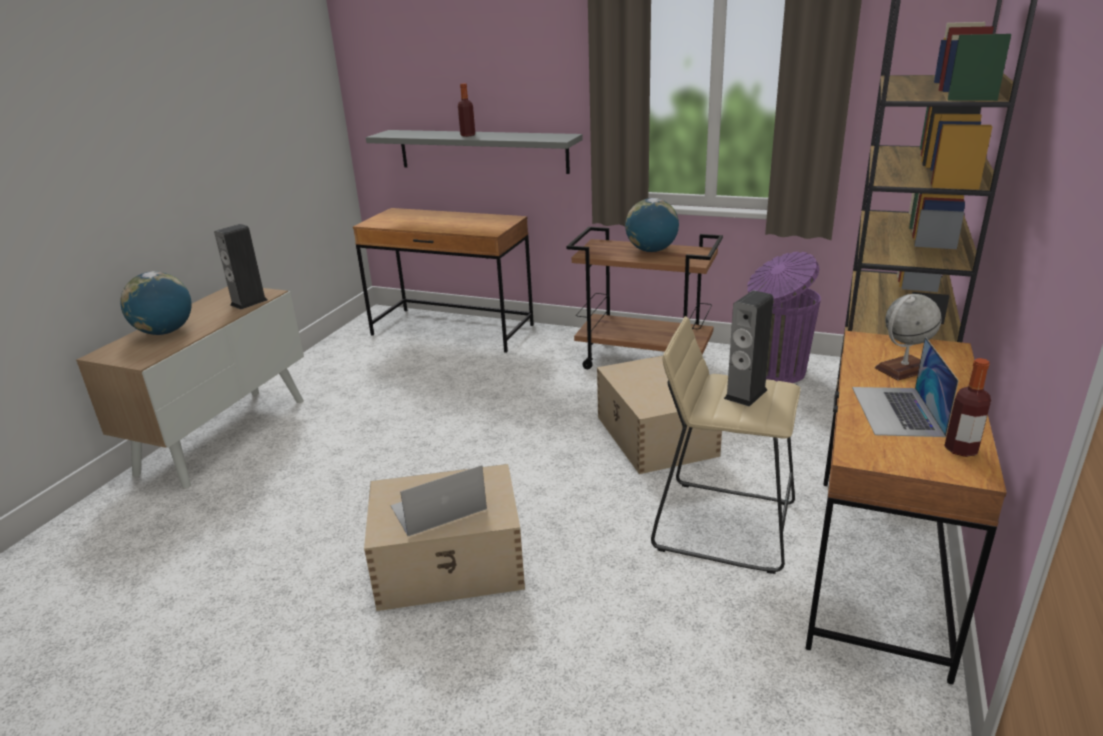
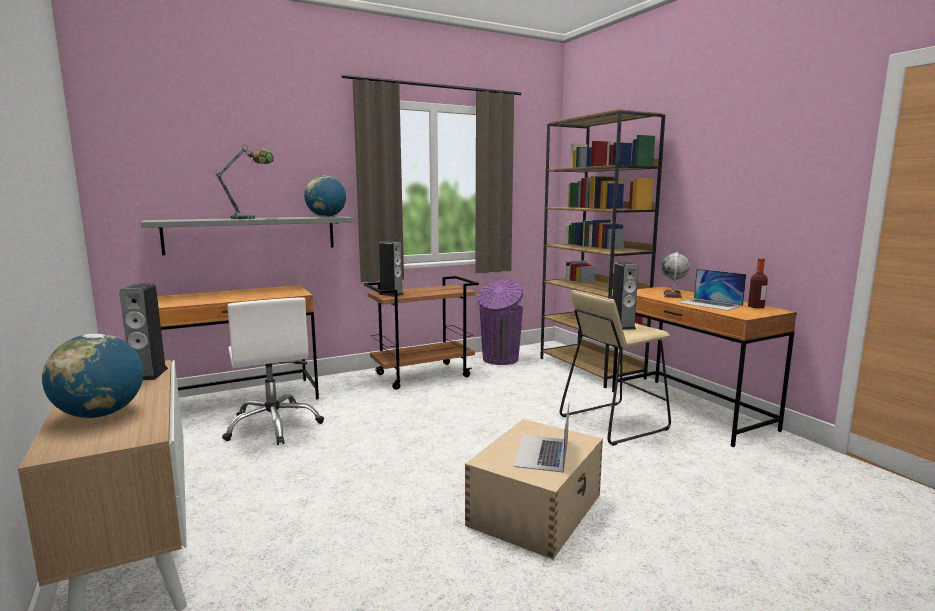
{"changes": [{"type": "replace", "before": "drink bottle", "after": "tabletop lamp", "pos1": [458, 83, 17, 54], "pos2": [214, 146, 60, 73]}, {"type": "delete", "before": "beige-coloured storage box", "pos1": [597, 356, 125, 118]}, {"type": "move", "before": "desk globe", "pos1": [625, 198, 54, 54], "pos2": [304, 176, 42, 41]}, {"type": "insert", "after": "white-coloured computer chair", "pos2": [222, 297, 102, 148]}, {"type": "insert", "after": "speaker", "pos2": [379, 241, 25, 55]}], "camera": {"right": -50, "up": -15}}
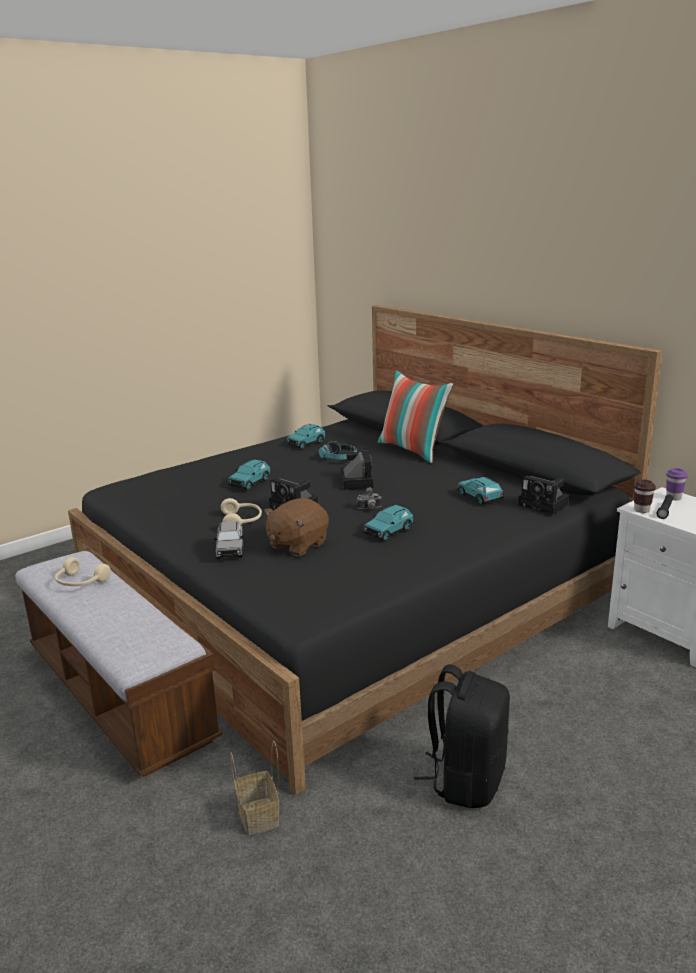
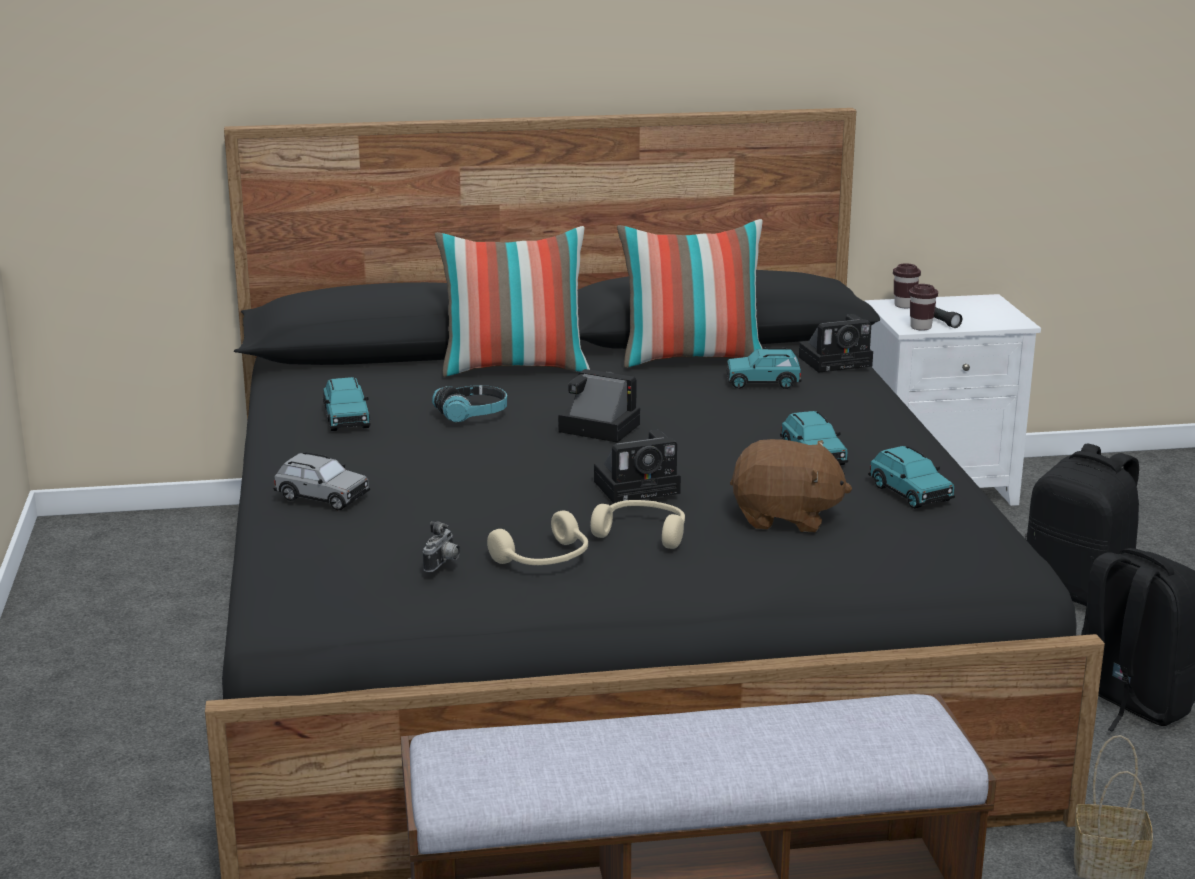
{"changes": [{"type": "move", "before": "beige-coloured headphones", "pos1": [55, 557, 56, 29], "pos2": [487, 511, 101, 54]}, {"type": "move", "before": "grey miniature car", "pos1": [214, 521, 30, 38], "pos2": [273, 452, 97, 59]}, {"type": "move", "before": "turquoise miniature car", "pos1": [228, 459, 44, 31], "pos2": [868, 446, 87, 63]}, {"type": "rotate", "before": "brown cuddly toy", "pos1": [264, 498, 65, 58], "pos2": [730, 439, 122, 93], "turn": -60}, {"type": "move", "before": "photo camera", "pos1": [357, 487, 25, 22], "pos2": [423, 521, 37, 51]}, {"type": "recolor", "before": "purplish small cup", "after": "brown small cup", "pos1": [666, 468, 22, 32], "pos2": [893, 263, 28, 45]}, {"type": "insert", "after": "pillow", "pos2": [617, 219, 146, 149]}, {"type": "insert", "after": "black-coloured knapsack", "pos2": [1025, 443, 114, 163]}], "camera": {"right": -60, "up": 0}}
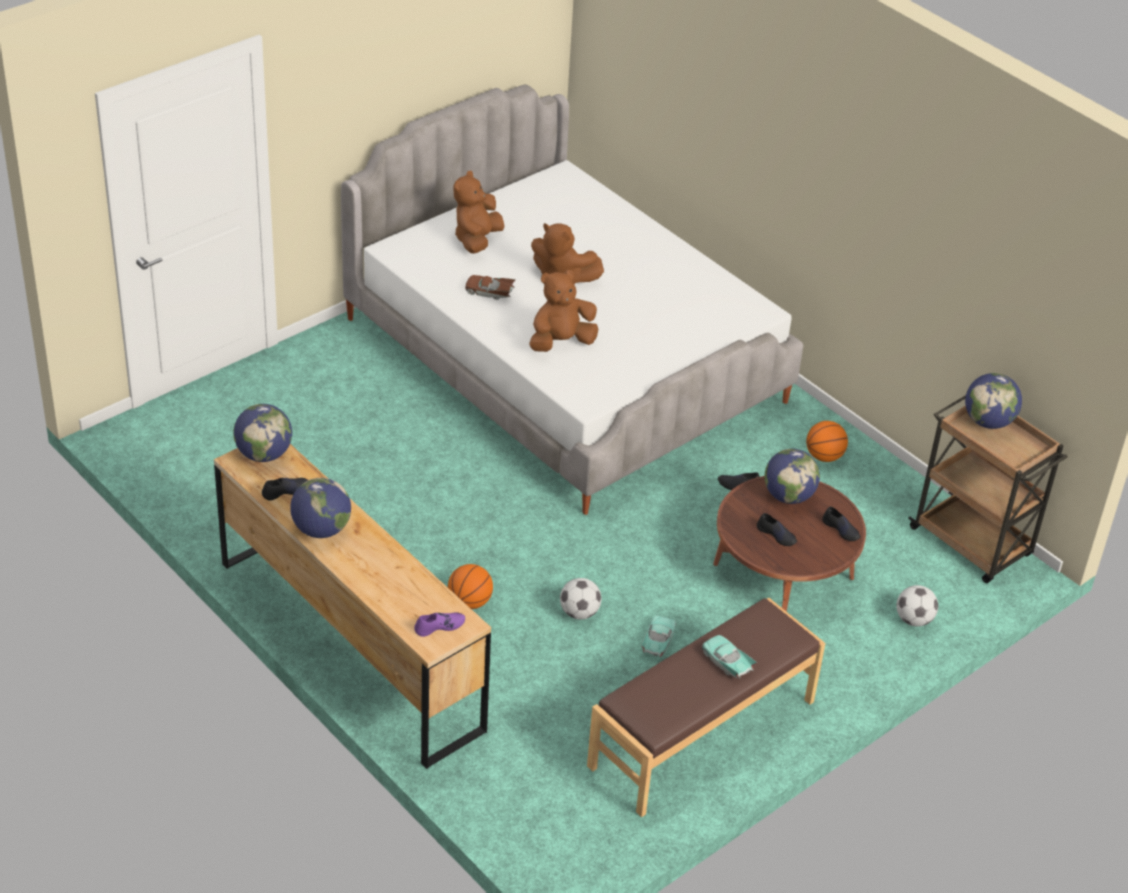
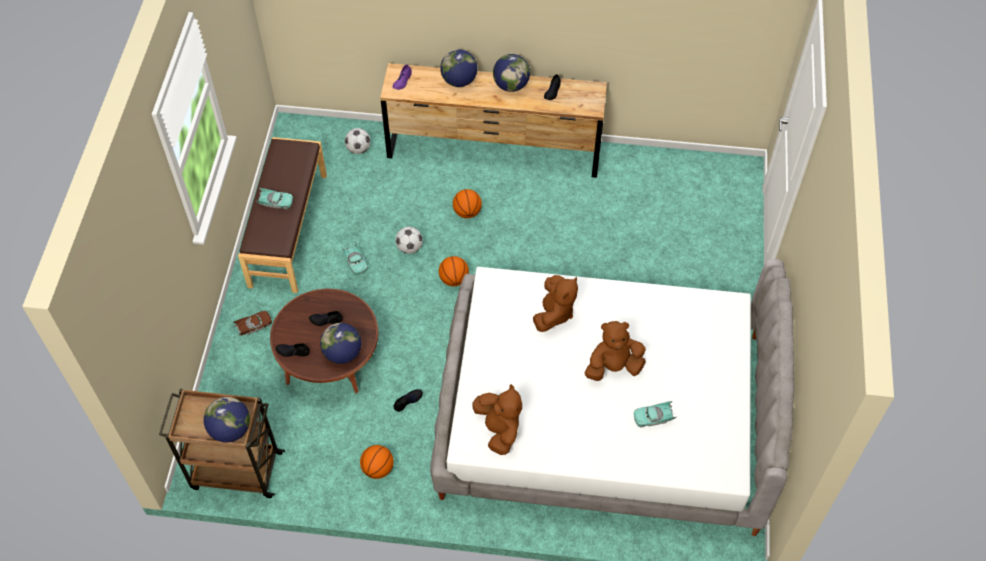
{"changes": [{"type": "move", "before": "desk globe", "pos1": [234, 404, 58, 58], "pos2": [440, 49, 37, 38]}, {"type": "move", "before": "brown cuddly toy", "pos1": [453, 171, 51, 83], "pos2": [473, 384, 49, 71]}, {"type": "move", "before": "brown miniature car", "pos1": [465, 275, 51, 25], "pos2": [234, 311, 38, 25]}, {"type": "move", "before": "football ball", "pos1": [896, 585, 42, 41], "pos2": [345, 128, 26, 26]}, {"type": "insert", "after": "basketball ball", "pos2": [439, 256, 30, 30]}, {"type": "insert", "after": "turquoise miniature car", "pos2": [633, 401, 43, 27]}], "camera": {"right": 140, "up": 15}}
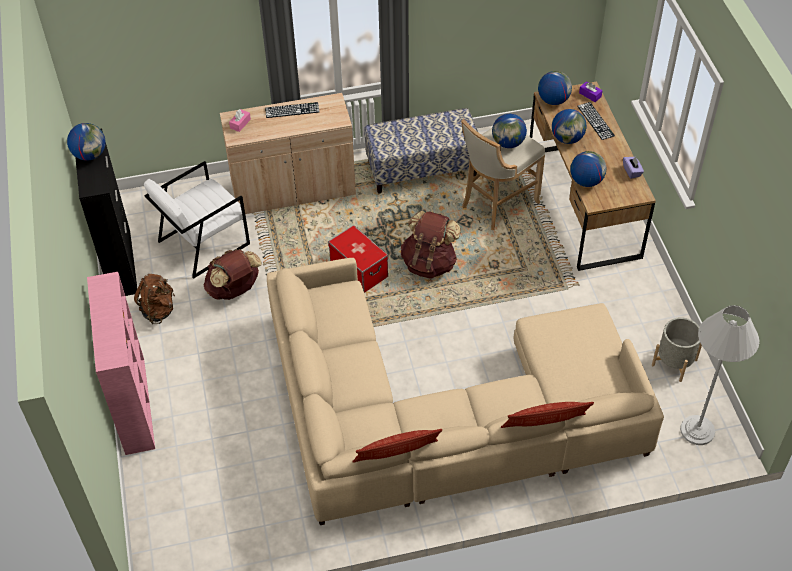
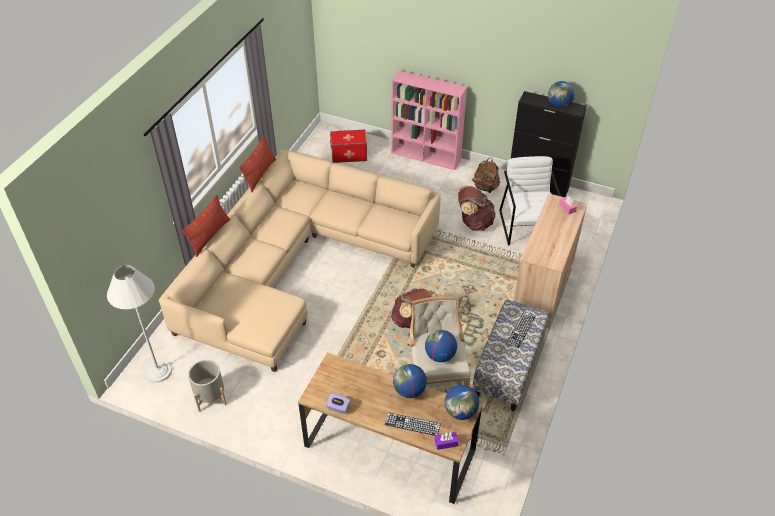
{"changes": [{"type": "move", "before": "PC keyboard", "pos1": [265, 102, 55, 16], "pos2": [506, 311, 29, 37]}, {"type": "move", "before": "storage box", "pos1": [328, 225, 60, 68], "pos2": [330, 130, 37, 33]}, {"type": "delete", "before": "desk globe", "pos1": [570, 151, 36, 36]}], "camera": {"right": 125, "up": -5}}
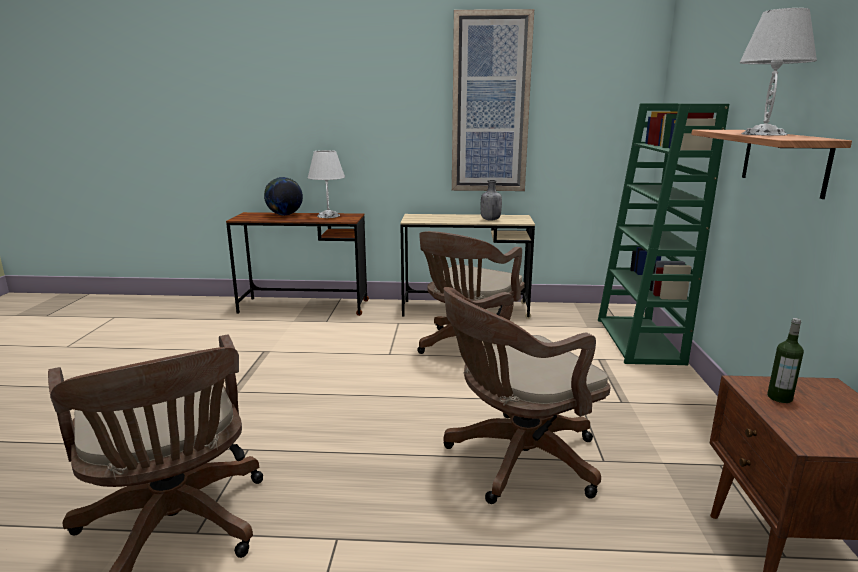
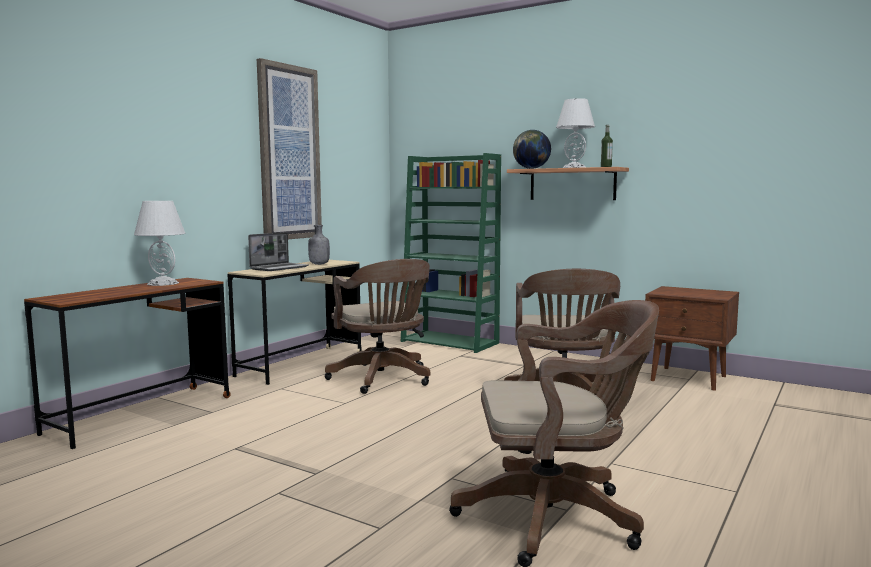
{"changes": [{"type": "move", "before": "desk globe", "pos1": [264, 177, 39, 38], "pos2": [513, 130, 38, 39]}, {"type": "move", "before": "drink bottle", "pos1": [767, 318, 37, 85], "pos2": [601, 125, 12, 42]}, {"type": "insert", "after": "laptop", "pos2": [248, 232, 61, 39]}], "camera": {"right": -60, "up": -10}}
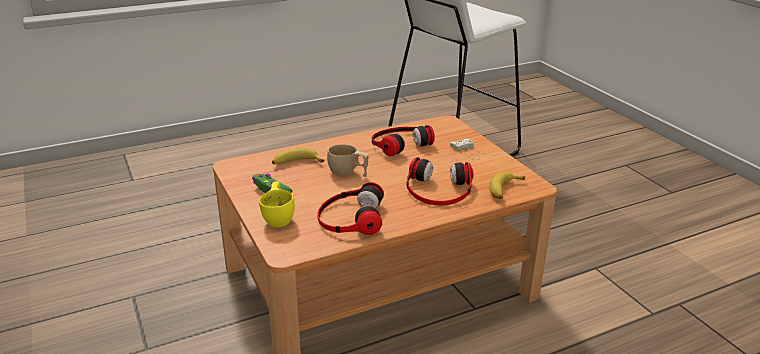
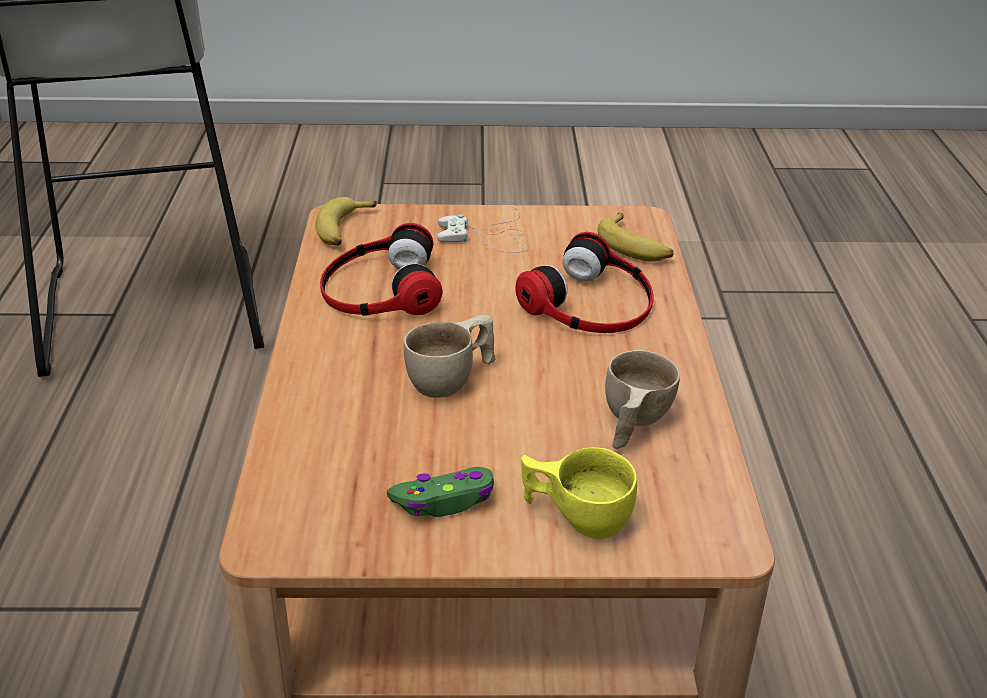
{"changes": [{"type": "move", "before": "banana", "pos1": [272, 148, 52, 16], "pos2": [315, 197, 62, 49]}, {"type": "replace", "before": "headphones", "after": "beige-coloured small cup", "pos1": [317, 182, 67, 53], "pos2": [605, 350, 75, 99]}], "camera": {"right": -65, "up": 5}}
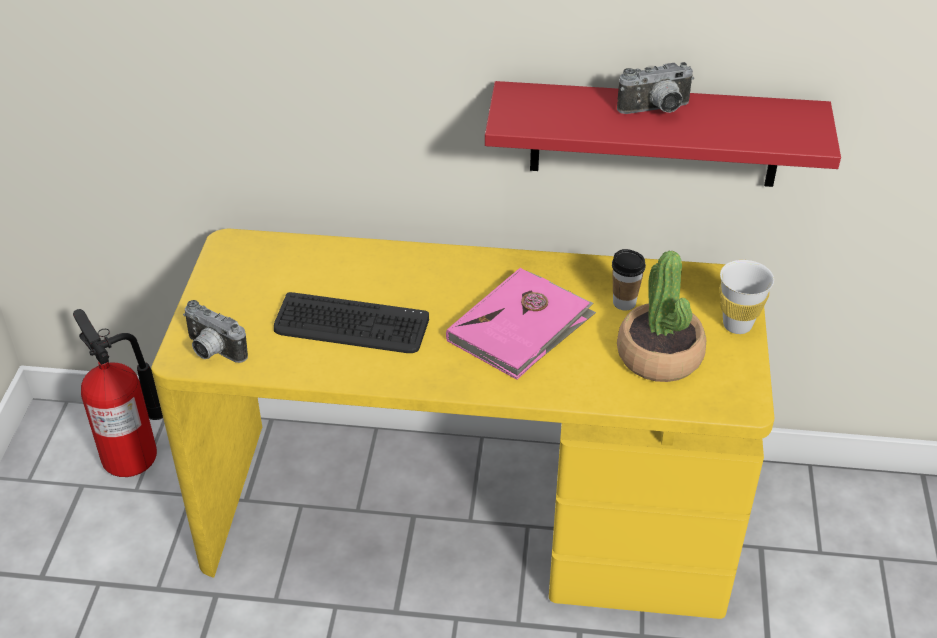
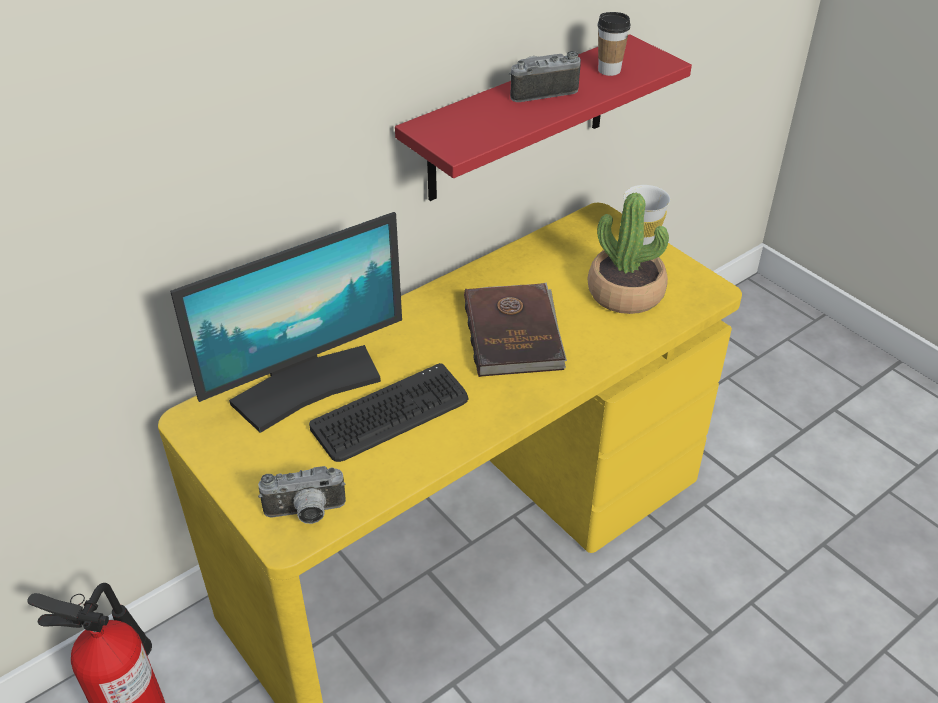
{"changes": [{"type": "recolor", "before": "pinkish bound book", "after": "brown bound book", "pos1": [446, 268, 150, 112], "pos2": [464, 282, 103, 95]}, {"type": "move", "before": "small cup", "pos1": [612, 249, 34, 61], "pos2": [598, 12, 33, 64]}, {"type": "rotate", "before": "photo camera", "pos1": [617, 62, 77, 52], "pos2": [509, 51, 72, 51], "turn": -135}, {"type": "insert", "after": "computer screen", "pos2": [170, 212, 232, 221]}], "camera": {"right": -45, "up": 0}}
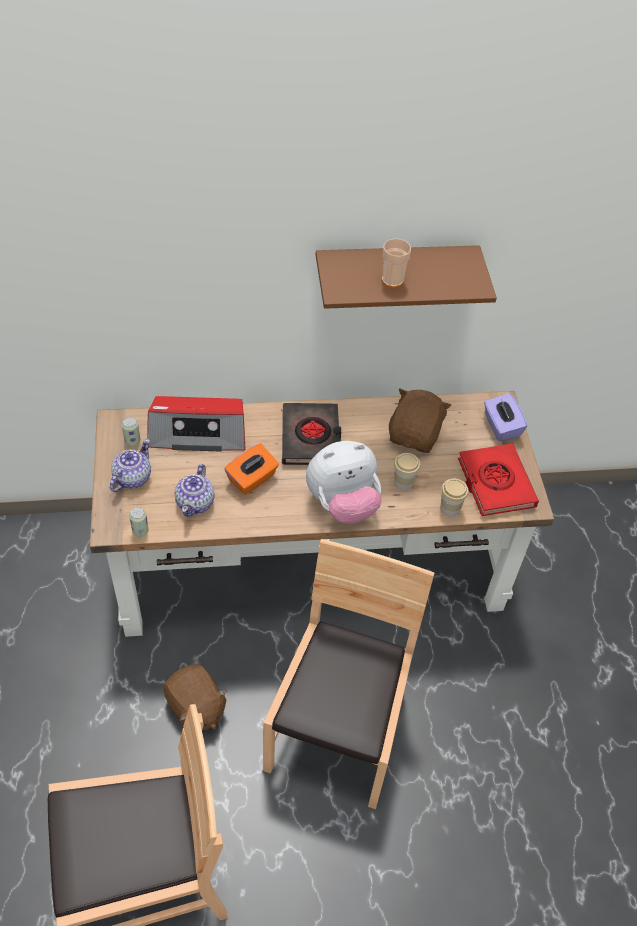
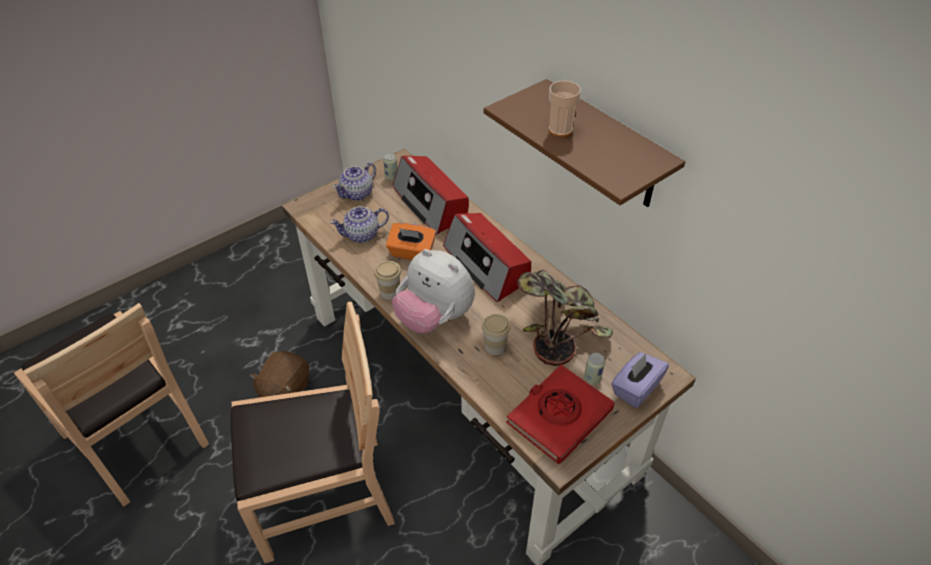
{"changes": [{"type": "rotate", "before": "pot for tea", "pos1": [110, 439, 41, 53], "pos2": [333, 163, 43, 38], "turn": 135}, {"type": "move", "before": "sealed can", "pos1": [129, 507, 20, 30], "pos2": [584, 353, 21, 32]}, {"type": "replace", "before": "black-coloured bound book", "after": "radio", "pos1": [282, 403, 59, 62], "pos2": [443, 213, 88, 90]}, {"type": "replace", "before": "brown cuddly toy", "after": "houseplant", "pos1": [389, 388, 63, 65], "pos2": [517, 270, 96, 96]}, {"type": "move", "before": "small cup", "pos1": [440, 479, 28, 38], "pos2": [374, 261, 27, 39]}], "camera": {"right": 60, "up": -5}}
